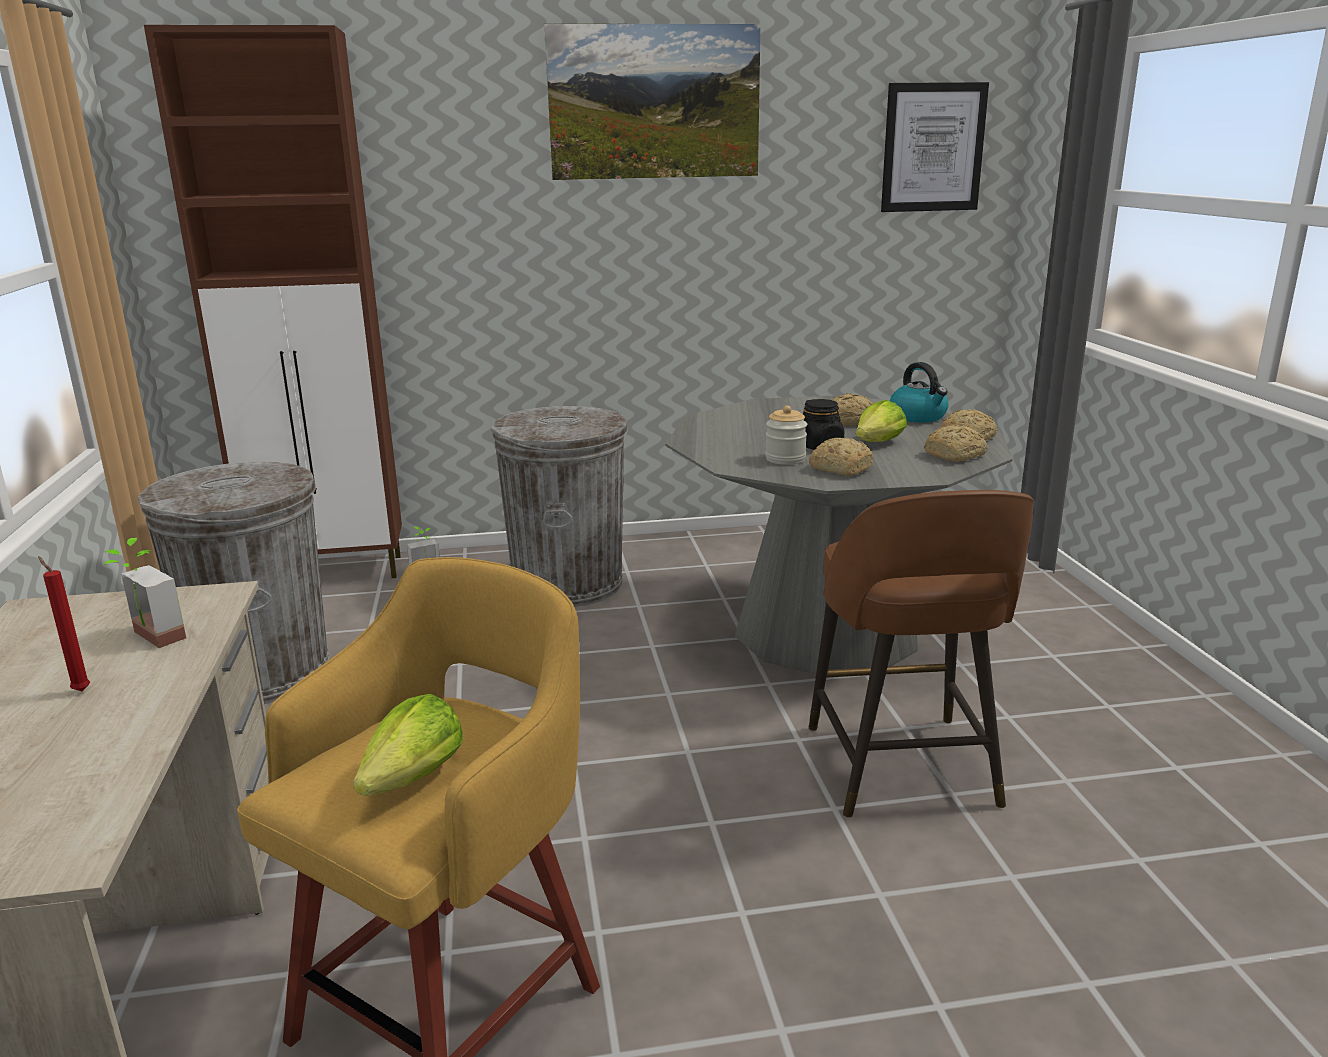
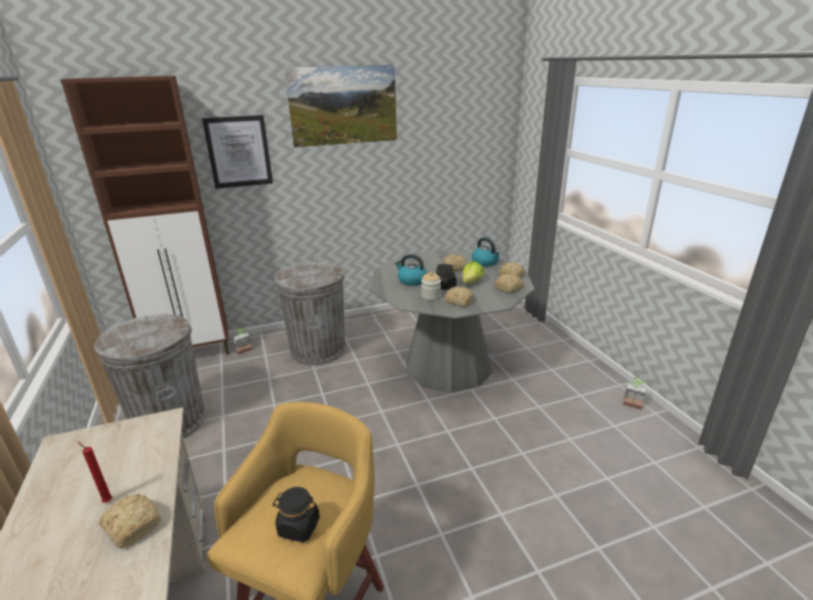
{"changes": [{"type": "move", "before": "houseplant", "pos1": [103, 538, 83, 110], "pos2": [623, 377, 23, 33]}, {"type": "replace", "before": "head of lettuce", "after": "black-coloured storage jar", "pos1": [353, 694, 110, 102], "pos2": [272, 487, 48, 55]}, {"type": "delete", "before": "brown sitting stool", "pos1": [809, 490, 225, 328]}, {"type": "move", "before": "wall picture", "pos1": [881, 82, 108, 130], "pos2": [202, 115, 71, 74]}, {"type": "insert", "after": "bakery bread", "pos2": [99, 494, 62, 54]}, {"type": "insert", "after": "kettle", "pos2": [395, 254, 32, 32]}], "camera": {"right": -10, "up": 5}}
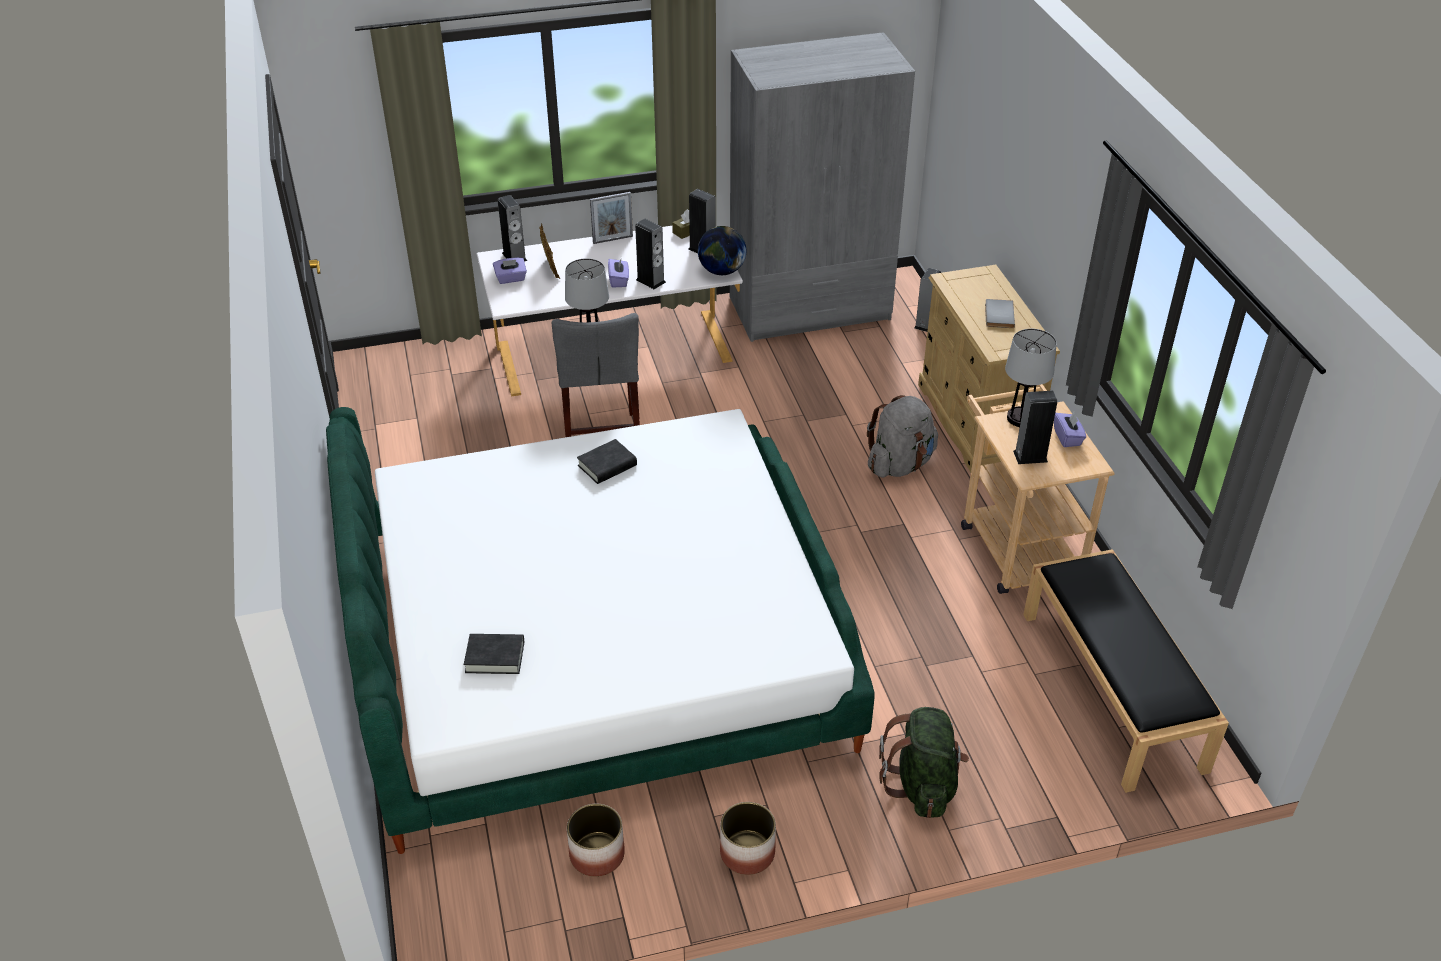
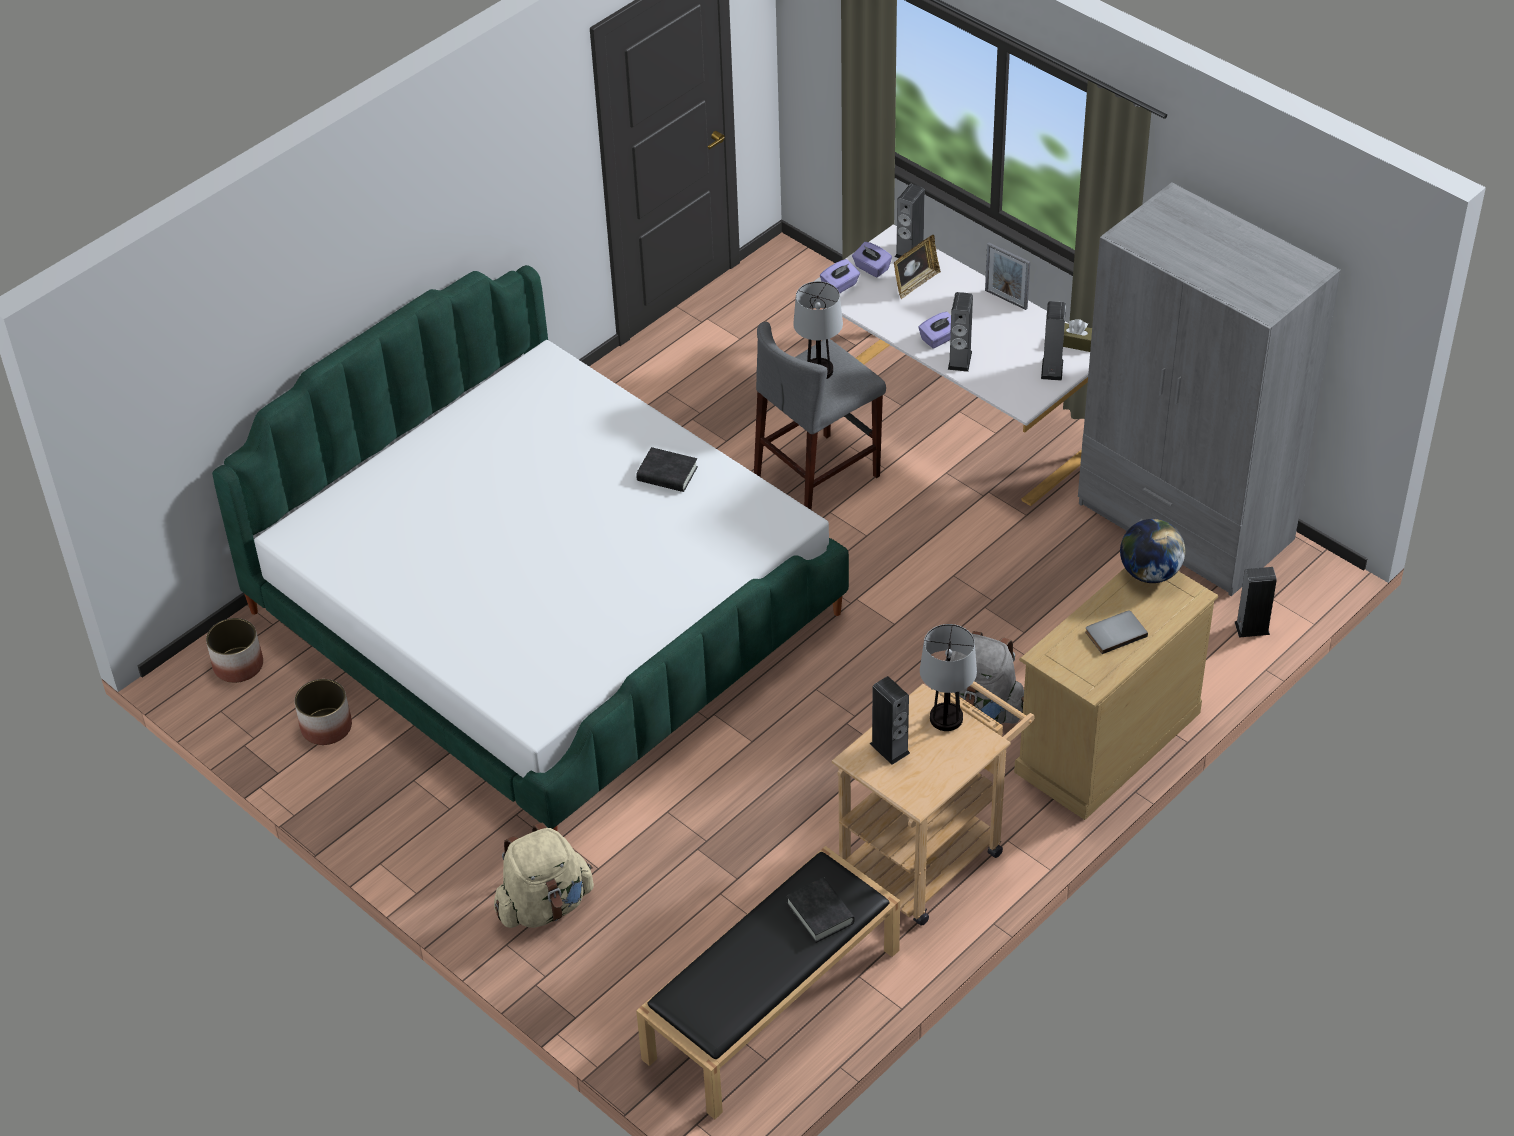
{"changes": [{"type": "move", "before": "black-coloured bound book", "pos1": [464, 634, 60, 40], "pos2": [786, 877, 69, 66]}, {"type": "move", "before": "desk globe", "pos1": [698, 226, 48, 49], "pos2": [1120, 519, 65, 64]}, {"type": "move", "before": "planter", "pos1": [720, 802, 56, 73], "pos2": [206, 618, 57, 65]}, {"type": "recolor", "before": "green knapsack", "after": "beige-coloured knapsack", "pos1": [879, 707, 90, 111], "pos2": [494, 823, 100, 105]}, {"type": "move", "before": "purplish tissue holder", "pos1": [1054, 412, 32, 35], "pos2": [820, 259, 40, 35]}], "camera": {"right": 60, "up": 5}}
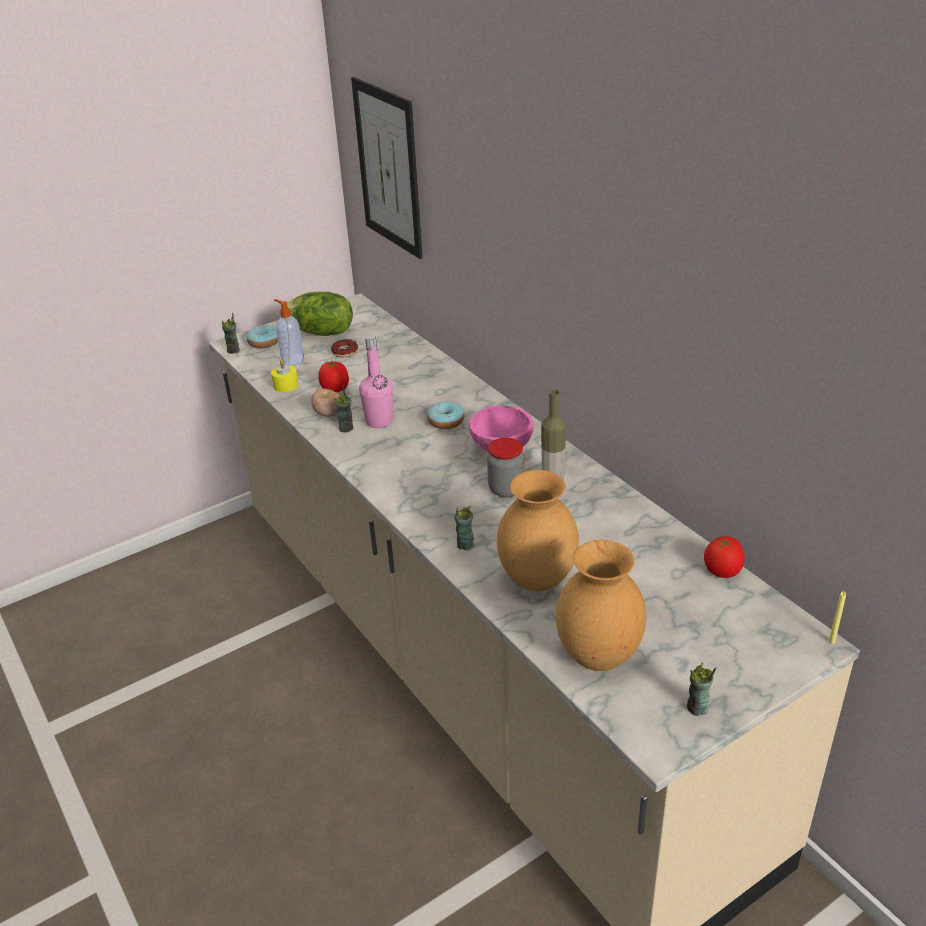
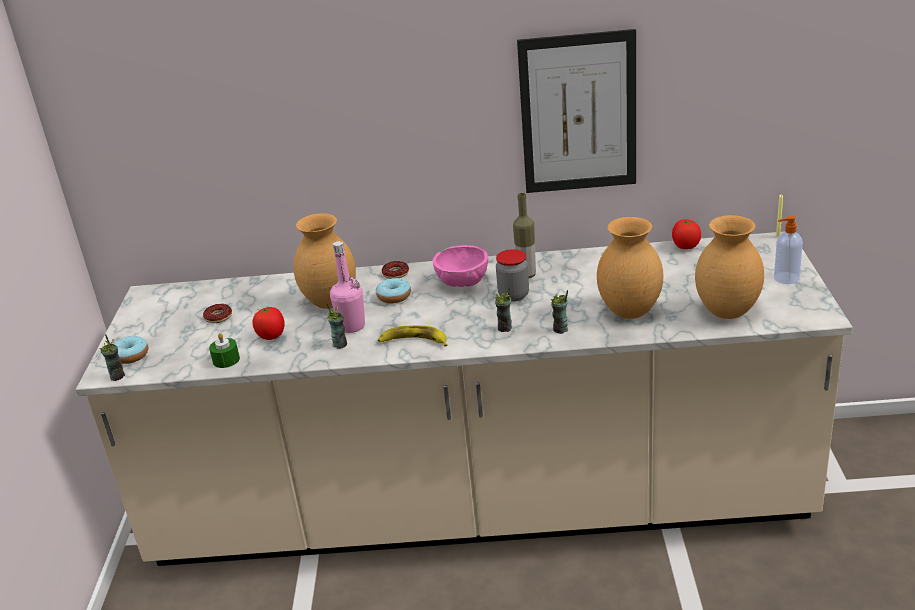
{"changes": [{"type": "recolor", "before": "yellowish wax light", "after": "green wax light", "pos1": [271, 359, 27, 33], "pos2": [209, 333, 31, 35]}, {"type": "move", "before": "soap dispenser", "pos1": [274, 299, 30, 66], "pos2": [774, 216, 29, 68]}, {"type": "delete", "before": "head of lettuce", "pos1": [280, 292, 73, 44]}, {"type": "delete", "before": "whole tomato", "pos1": [311, 389, 28, 28]}, {"type": "move", "before": "wall picture", "pos1": [351, 77, 72, 182], "pos2": [517, 29, 119, 164]}, {"type": "move", "before": "small cup", "pos1": [687, 662, 29, 54], "pos2": [495, 287, 17, 45]}, {"type": "insert", "after": "brown vase", "pos2": [293, 213, 63, 96]}, {"type": "insert", "after": "banana", "pos2": [378, 325, 69, 21]}, {"type": "insert", "after": "donut", "pos2": [382, 261, 27, 18]}], "camera": {"right": -55, "up": -5}}
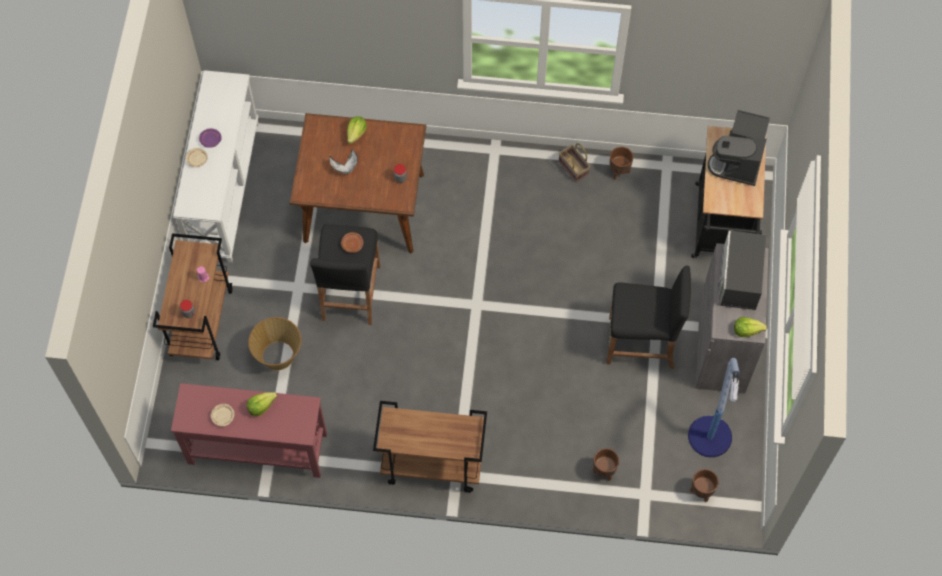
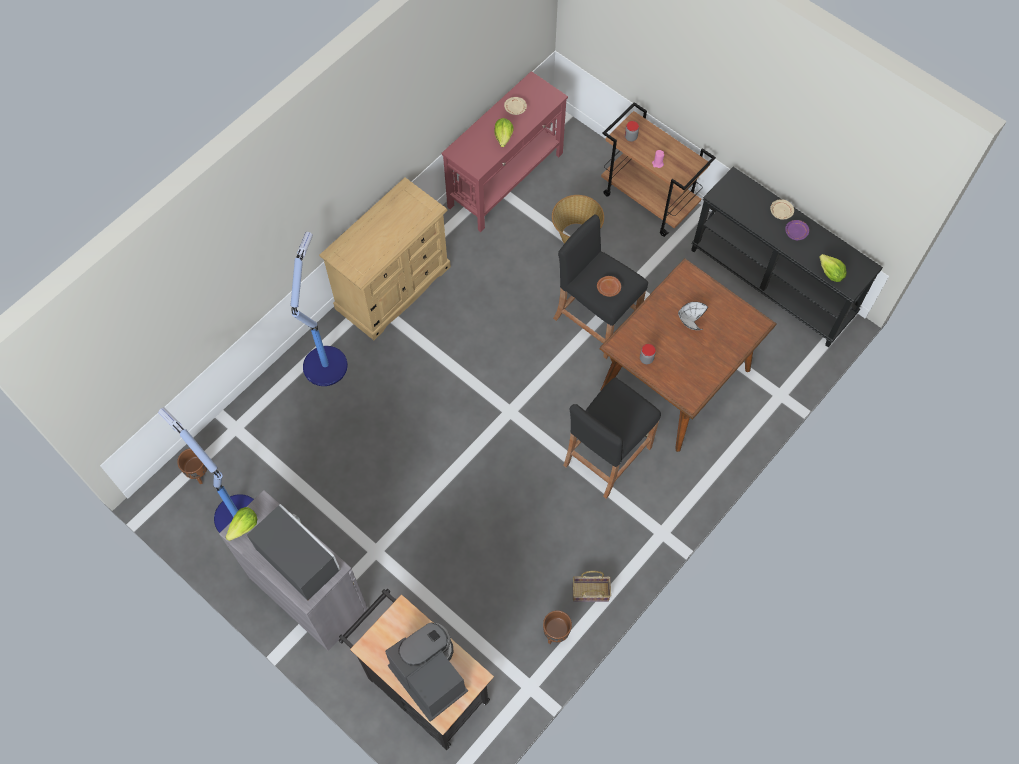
{"changes": [{"type": "recolor", "before": "white-coloured narrow table", "after": "black-coloured narrow table", "pos1": [173, 70, 86, 193], "pos2": [691, 167, 192, 180]}, {"type": "move", "before": "head of lettuce", "pos1": [347, 116, 20, 28], "pos2": [819, 254, 28, 28]}, {"type": "replace", "before": "brown cart", "after": "beige-coloured dresser", "pos1": [373, 401, 114, 92], "pos2": [319, 177, 132, 163]}, {"type": "delete", "before": "brown planter", "pos1": [593, 448, 26, 33]}, {"type": "move", "before": "black-coloured sitting stool", "pos1": [607, 265, 84, 104], "pos2": [563, 377, 98, 121]}, {"type": "insert", "after": "floor lamp", "pos2": [290, 232, 58, 154]}], "camera": {"right": 125, "up": 0}}
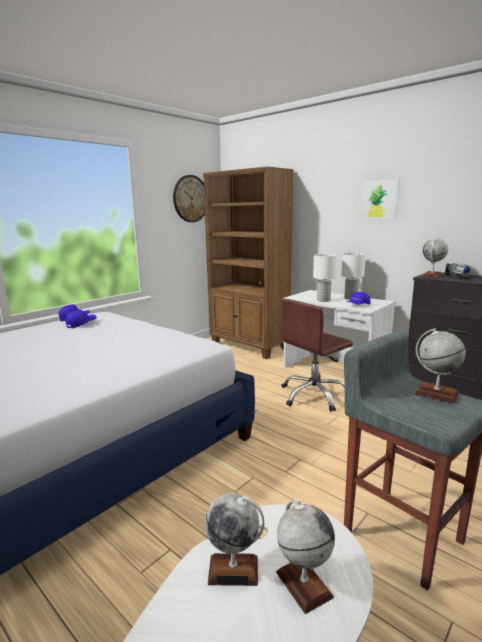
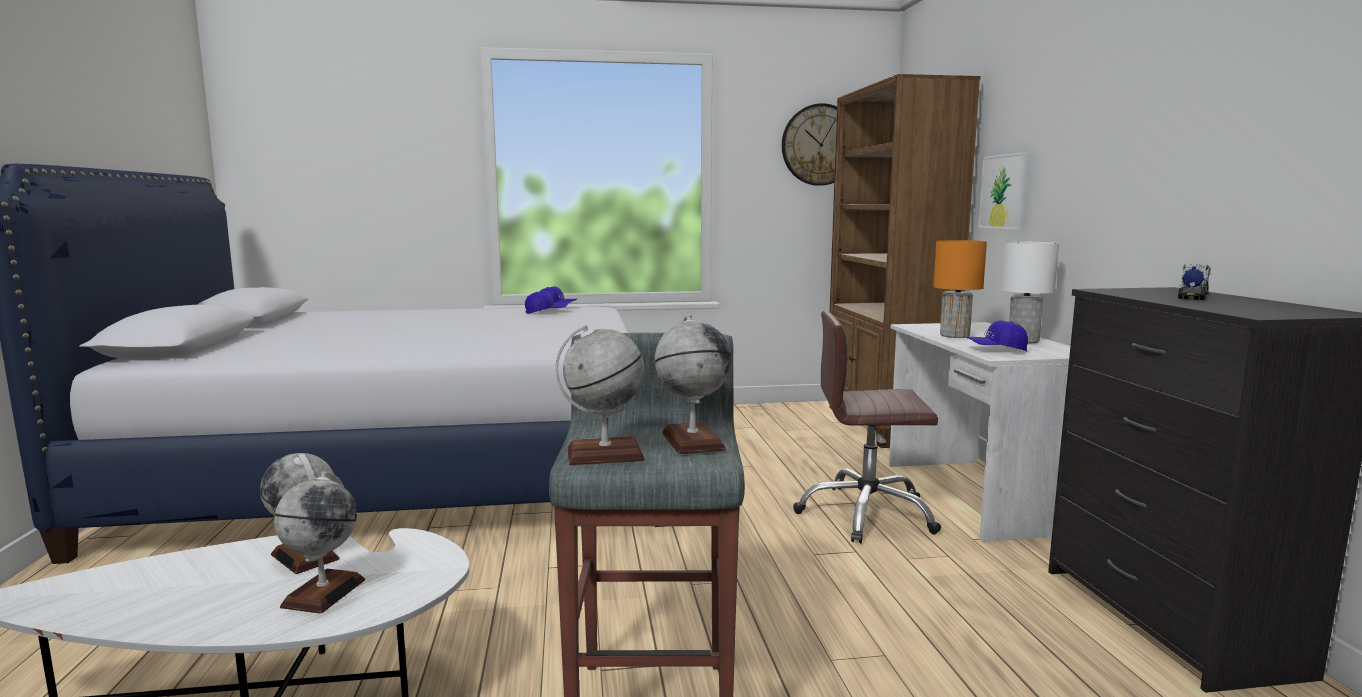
{"changes": [{"type": "recolor", "before": "white-coloured tabletop lamp", "after": "orange-coloured tabletop lamp", "pos1": [313, 254, 24, 48], "pos2": [933, 240, 54, 98]}, {"type": "move", "before": "wall picture", "pos1": [358, 176, 42, 43], "pos2": [978, 152, 51, 78]}, {"type": "move", "before": "desk globe", "pos1": [422, 237, 26, 41], "pos2": [555, 325, 90, 140]}], "camera": {"right": 40, "up": -5}}
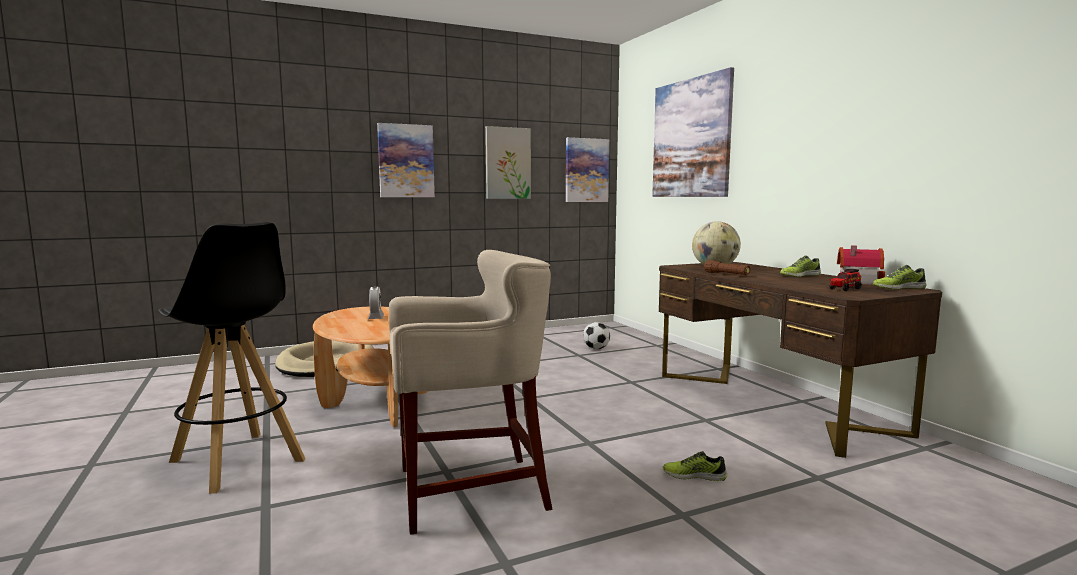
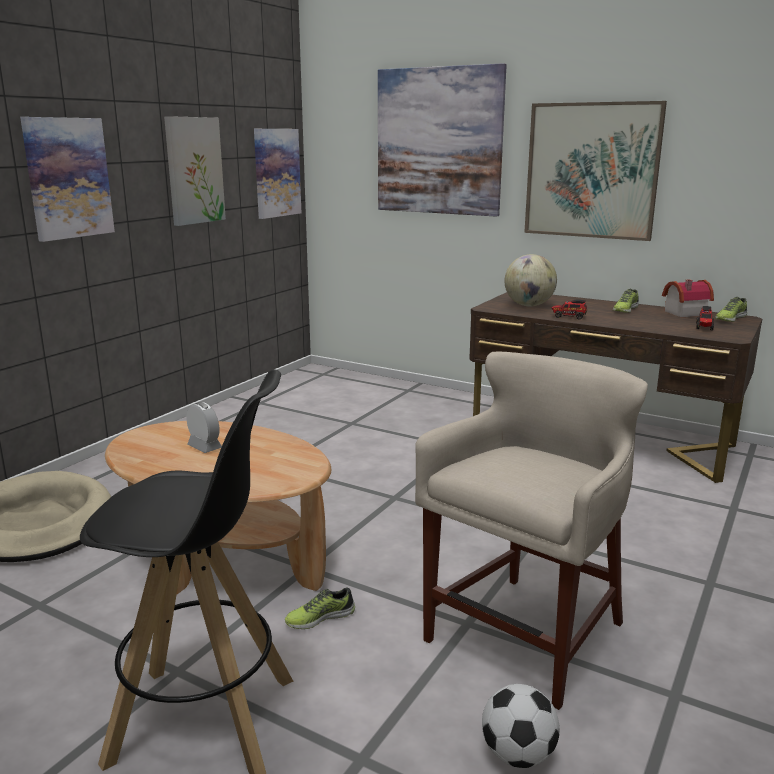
{"changes": [{"type": "move", "before": "football ball", "pos1": [583, 322, 27, 27], "pos2": [482, 684, 78, 84]}, {"type": "move", "before": "item of footwear", "pos1": [663, 451, 64, 30], "pos2": [285, 588, 70, 41]}, {"type": "replace", "before": "brown flashlight", "after": "toy truck", "pos1": [704, 260, 47, 15], "pos2": [551, 299, 36, 20]}, {"type": "insert", "after": "wall picture", "pos2": [524, 101, 143, 140]}], "camera": {"right": -35, "up": 10}}
